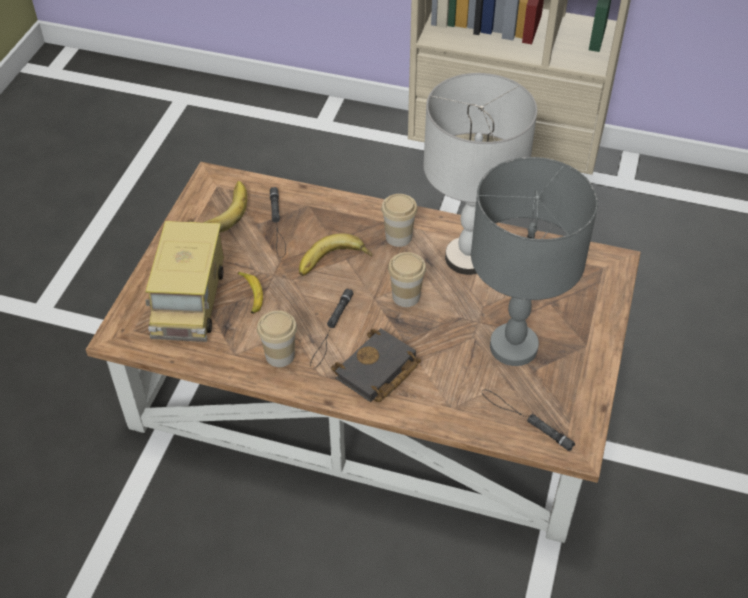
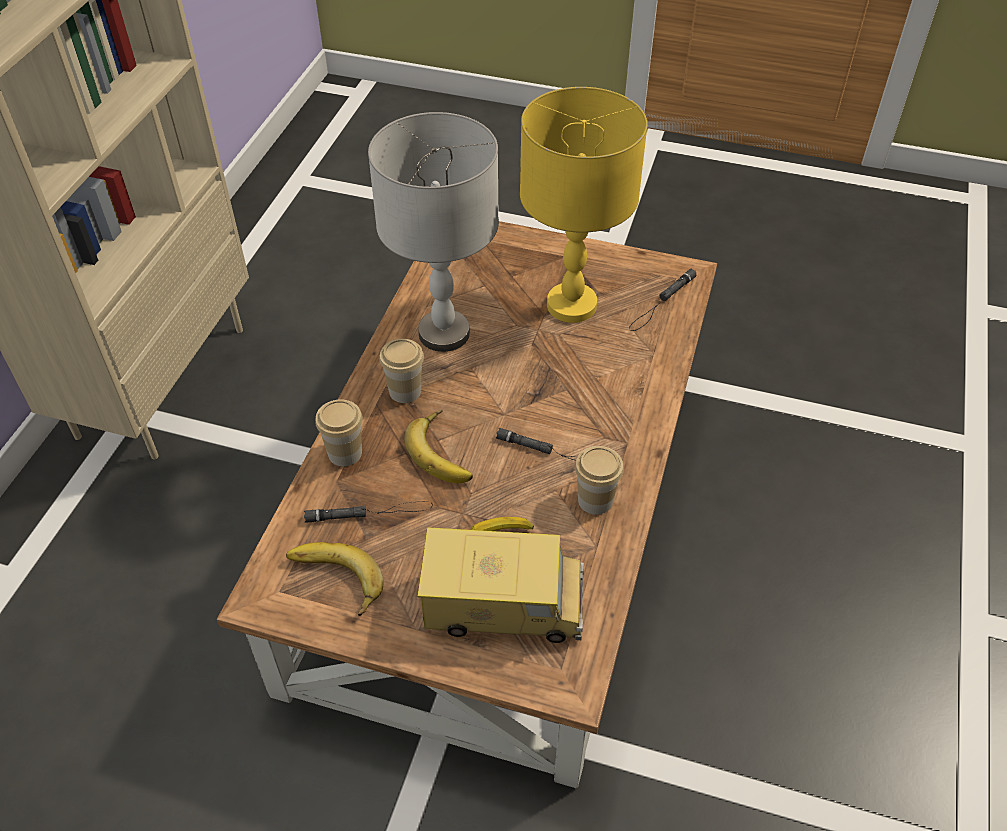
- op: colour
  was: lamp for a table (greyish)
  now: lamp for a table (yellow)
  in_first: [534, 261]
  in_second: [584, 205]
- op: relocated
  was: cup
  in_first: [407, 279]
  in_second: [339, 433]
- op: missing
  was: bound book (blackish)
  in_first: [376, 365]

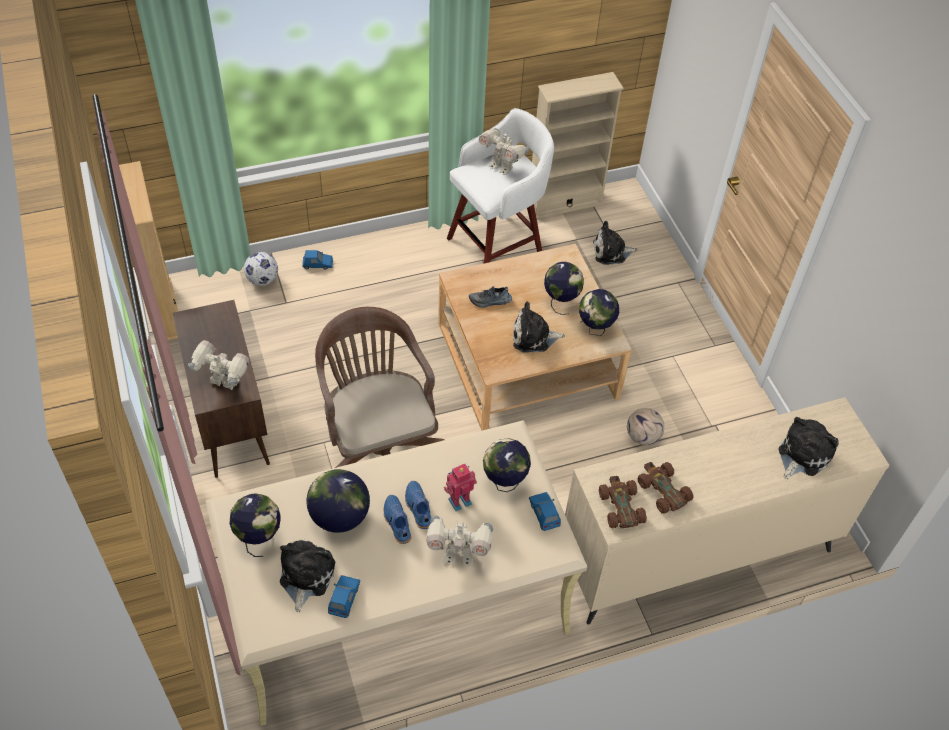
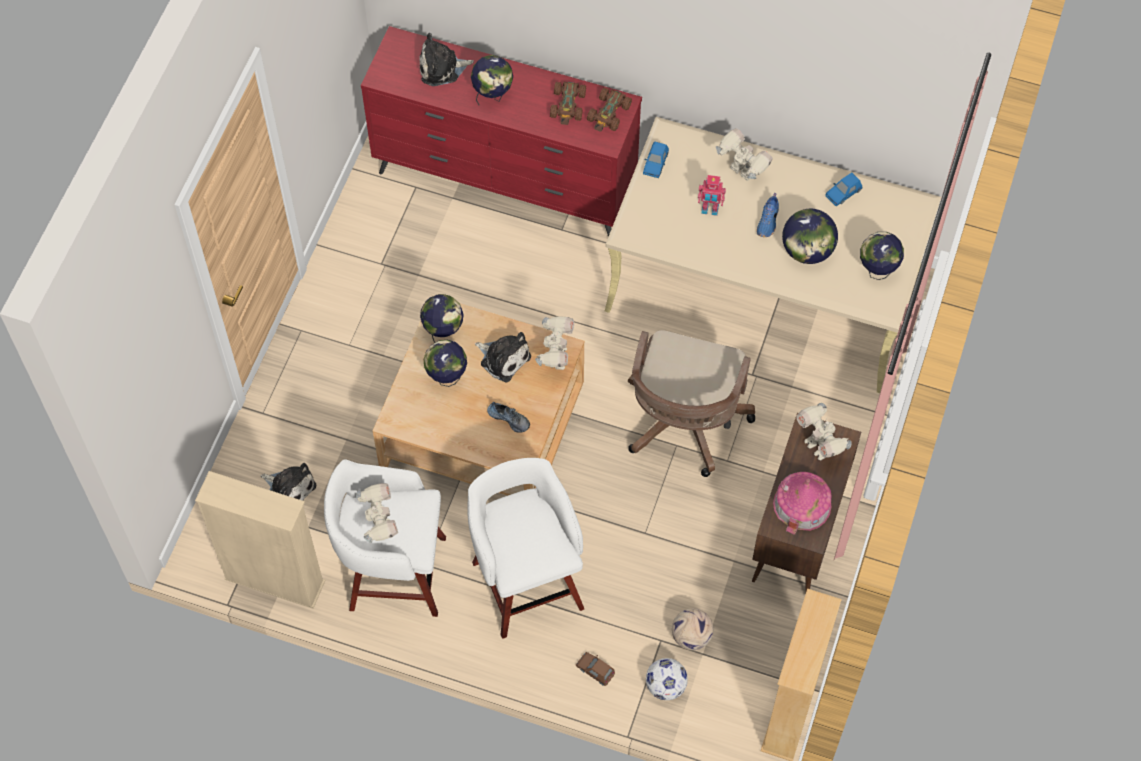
- op: colour
  was: miniature car (blue-coloured)
  now: miniature car (brownish)
  in_first: [317, 259]
  in_second: [595, 669]
- op: colour
  was: dresser (beige)
  now: dresser (red)
  in_first: [727, 511]
  in_second: [501, 131]
- op: relocated
  was: ball for football
  in_first: [645, 426]
  in_second: [692, 629]
- op: relocated
  was: desk globe
  in_first: [507, 465]
  in_second: [492, 80]
- op: missing
  was: low shoe (blue-coloured)
  in_first: [418, 505]
- op: missing
  was: plush toy
  in_first: [307, 576]
- op: appeared
  now: robot figure
  in_second: [554, 343]
- op: appeared
  now: stool seat (white)
  in_second: [525, 548]
- op: appeared
  now: model house
  in_second: [802, 503]

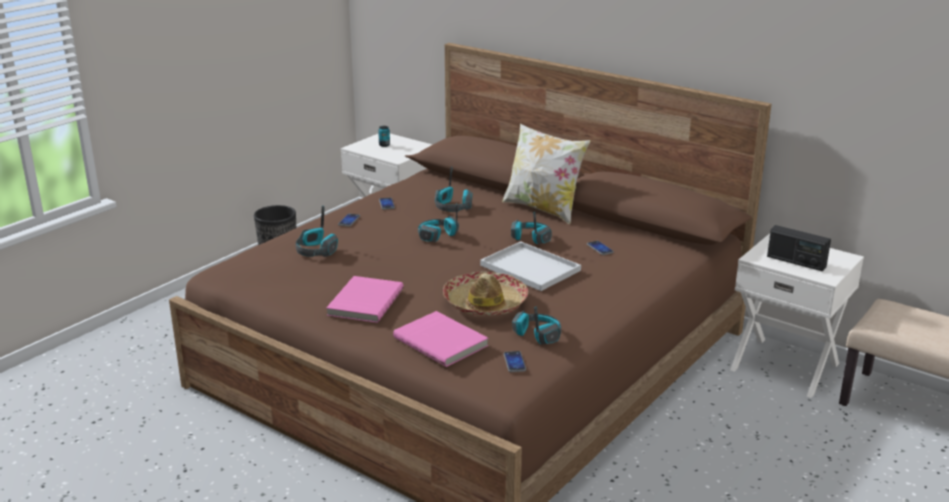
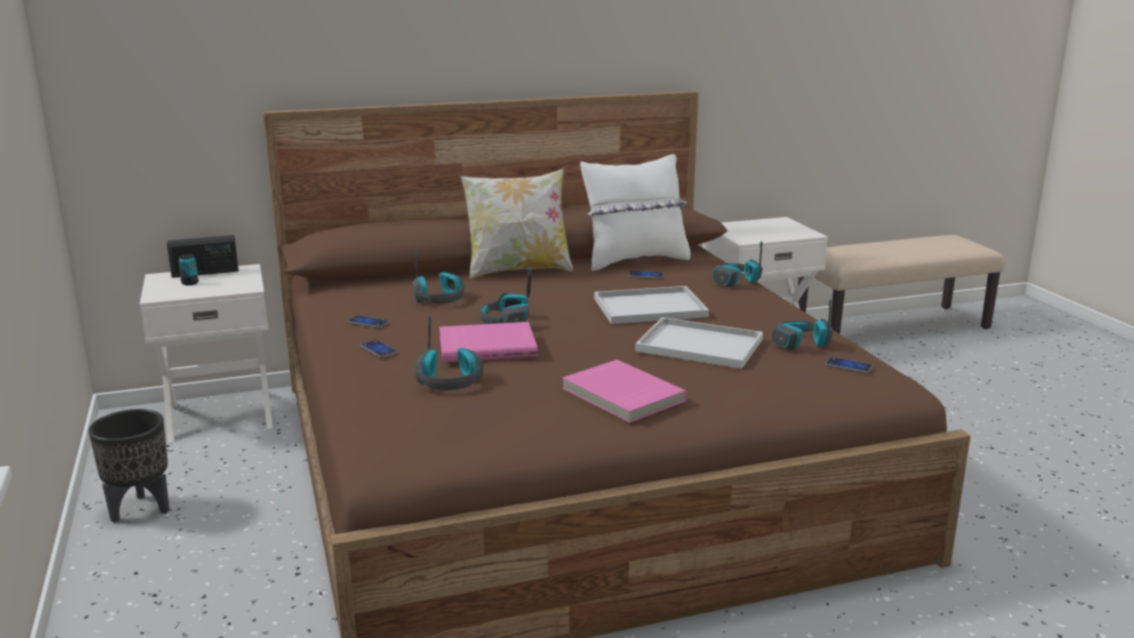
- op: relocated
  was: headphones
  in_first: [531, 228]
  in_second: [737, 264]
- op: relocated
  was: radio set
  in_first: [799, 248]
  in_second: [203, 256]
- op: exchanged
  was: clothing hat
  now: serving tray (white)
  in_first: [485, 293]
  in_second: [699, 343]
- op: relocated
  was: bound book (pink)
  in_first: [440, 339]
  in_second: [488, 342]
- op: appeared
  now: throw pillow (white)
  in_second: [635, 212]

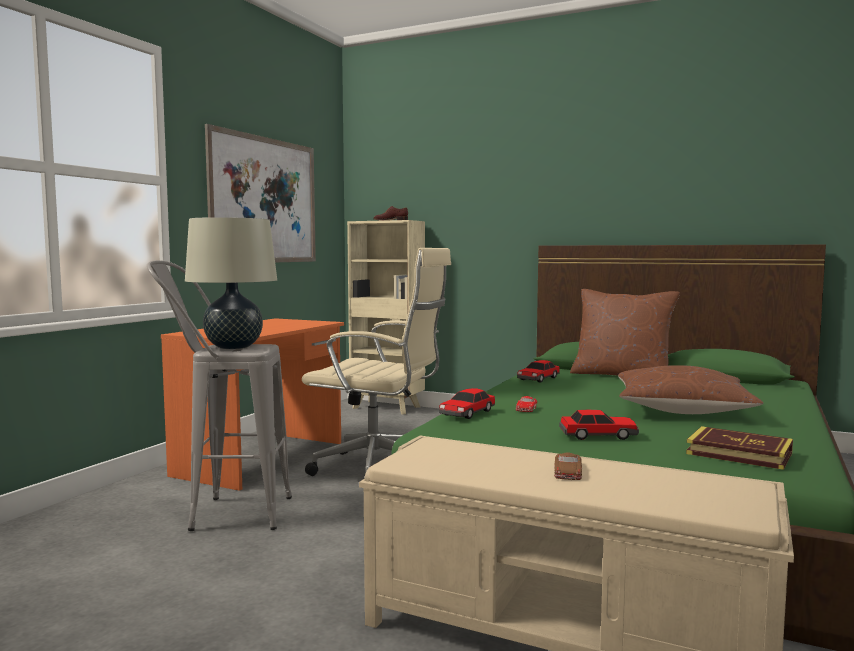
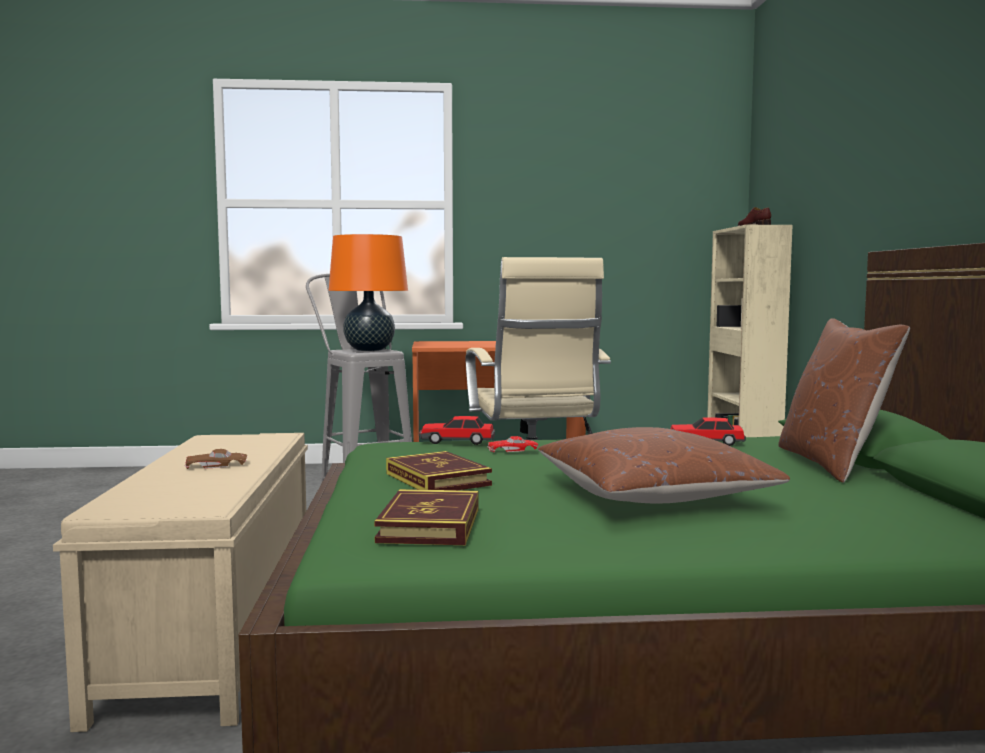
- op: missing
  was: wall art
  in_first: [260, 193]
- op: colour
  was: lamp for a table (beige)
  now: lamp for a table (orangey)
  in_first: [231, 283]
  in_second: [368, 292]
- op: exchanged
  was: miniature car
  now: bound book
  in_first: [599, 425]
  in_second: [439, 470]

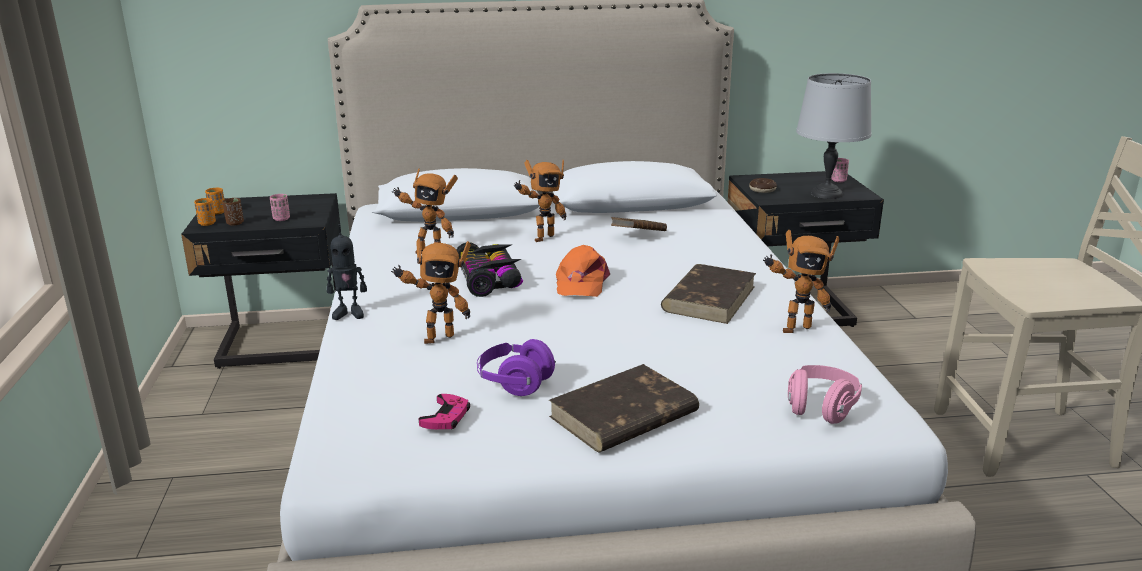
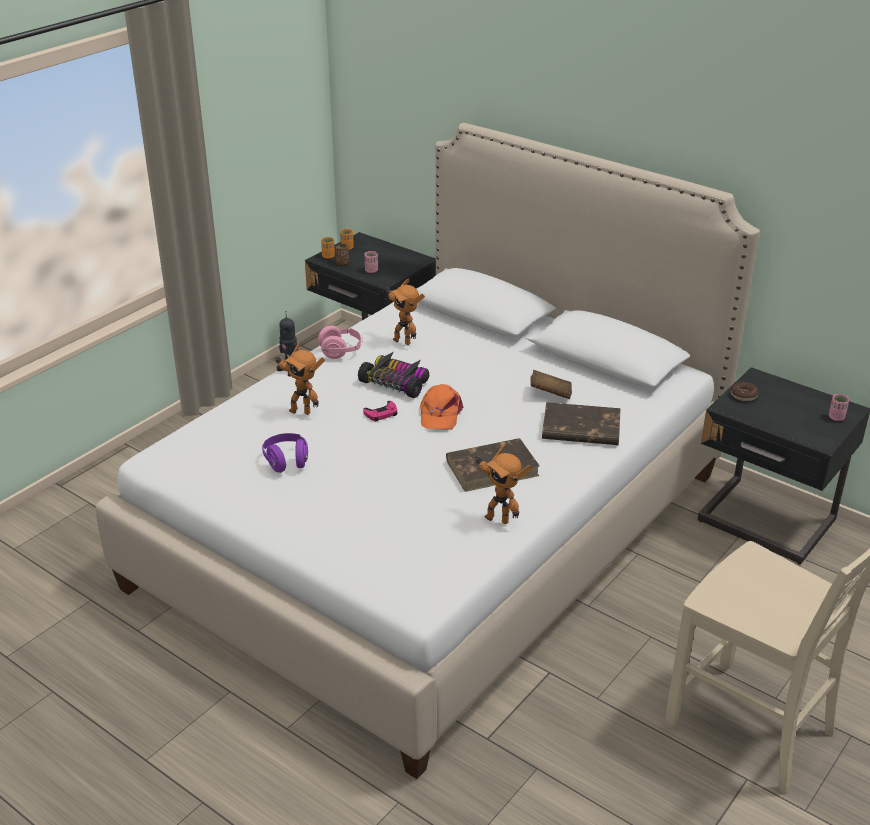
- op: missing
  was: lamp for a table (greyish)
  in_first: [834, 136]
- op: missing
  was: robot figure
  in_first: [540, 201]
- op: spun
  was: miniature car
  in_first: [490, 269]
  in_second: [393, 375]
  clockwise: -90
- op: spun
  was: peaked cap (orangey)
  in_first: [583, 271]
  in_second: [441, 407]
  clockwise: -45
- op: relocated
  was: bound book (brownish)
  in_first: [624, 408]
  in_second: [581, 423]
- op: relocated
  was: headphones (pink)
  in_first: [825, 394]
  in_second: [340, 342]
- op: relocated
  was: game controller (pink)
  in_first: [444, 411]
  in_second: [380, 411]

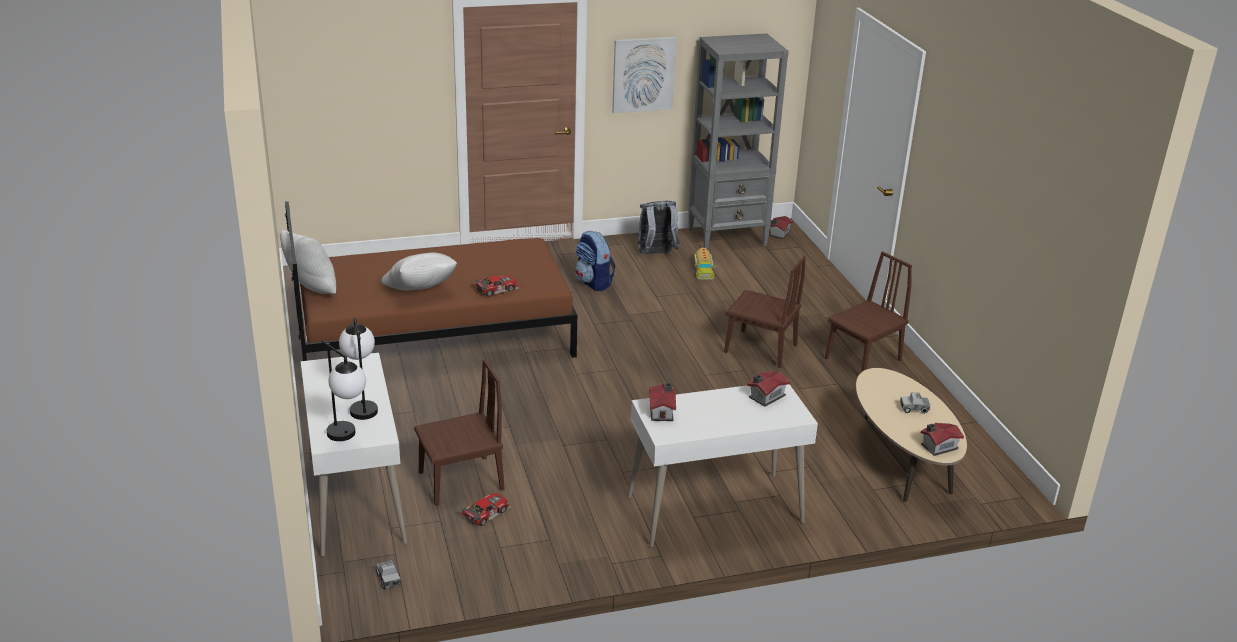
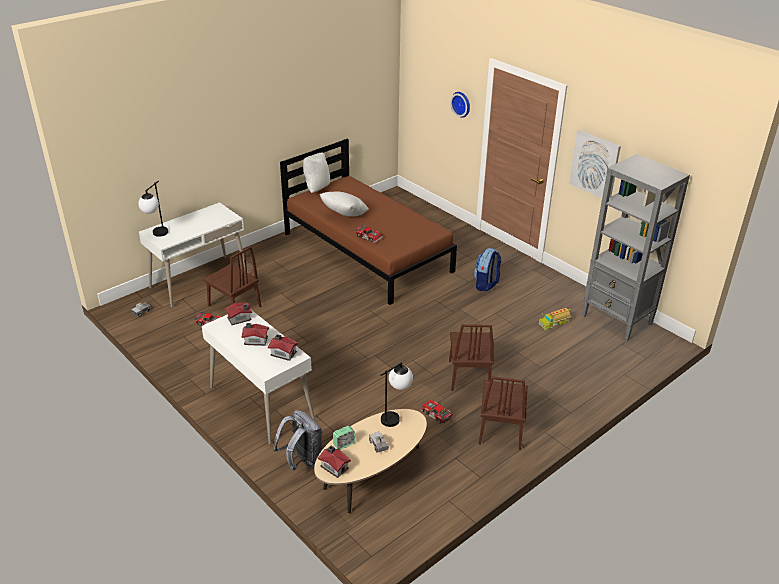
- op: relocated
  was: rucksack (greyish)
  in_first: [658, 227]
  in_second: [298, 440]
- op: relocated
  was: model house
  in_first: [781, 227]
  in_second: [255, 334]
- op: spun
  was: chair (brownish)
  in_first: [868, 311]
  in_second: [503, 413]
  clockwise: 75
- op: relocated
  was: lamp for a table
  in_first: [358, 369]
  in_second: [396, 394]
- op: appeared
  now: wall clock
  in_second: [460, 105]
- op: appeared
  now: miniature car
  in_second: [437, 412]
- op: appeared
  now: table clock
  in_second: [344, 438]

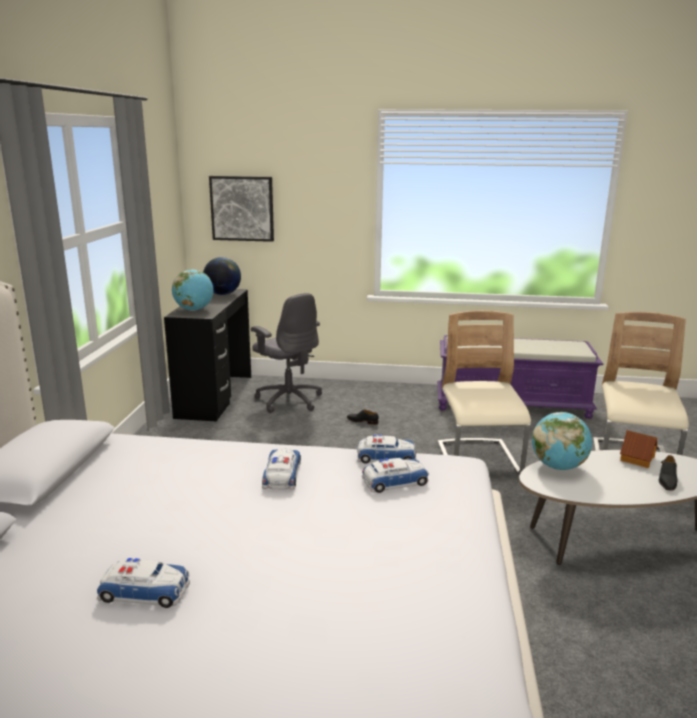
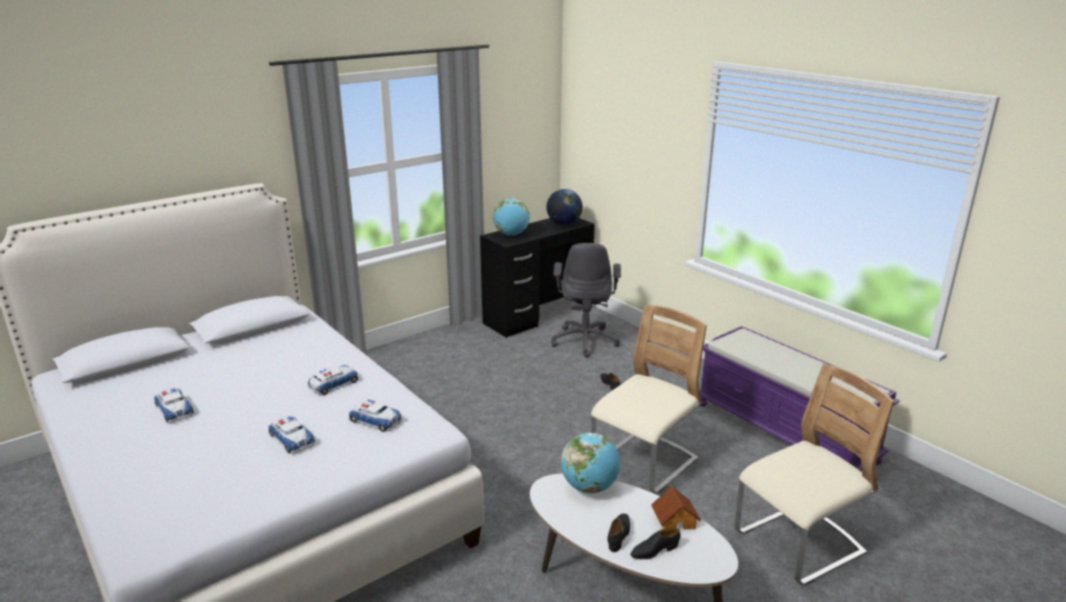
- op: missing
  was: wall art
  in_first: [241, 209]
- op: relocated
  was: miniature car
  in_first: [387, 449]
  in_second: [292, 435]
- op: appeared
  now: low shoe (blackish)
  in_second: [618, 533]

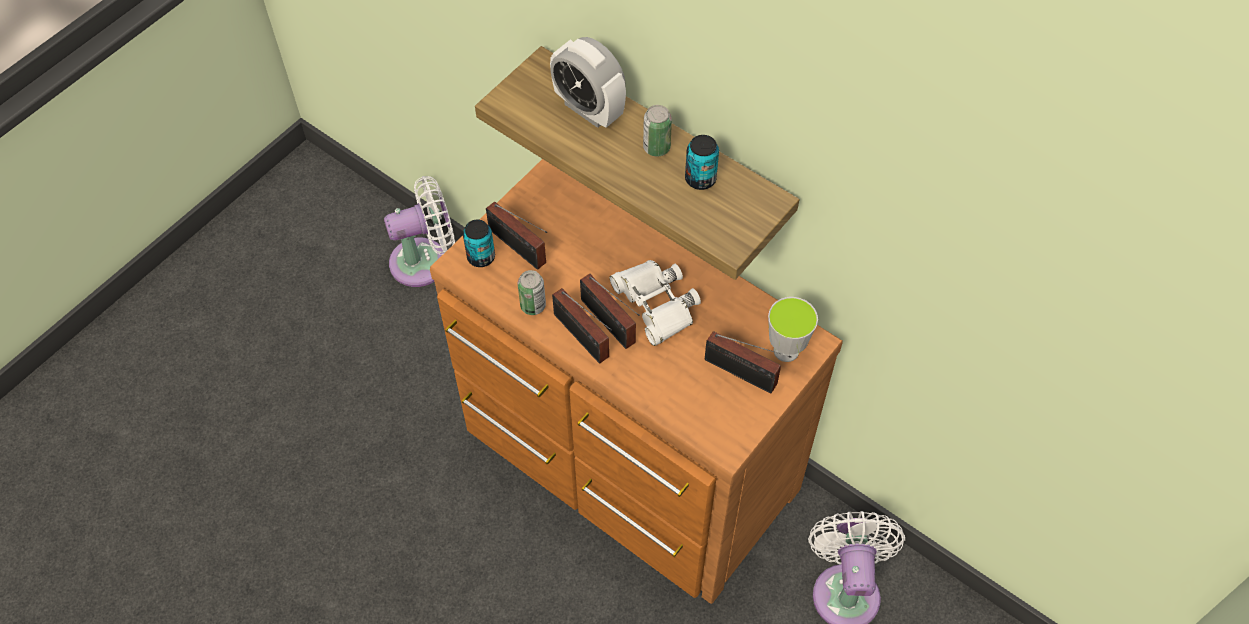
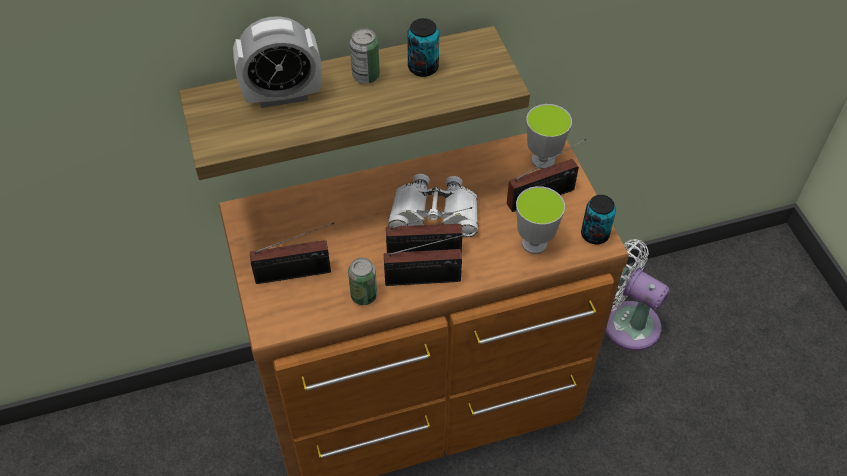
- op: missing
  was: fan (white)
  in_first: [419, 231]
- op: relocated
  was: can
  in_first: [479, 243]
  in_second: [598, 219]
- op: appeared
  now: cup
  in_second: [540, 220]

